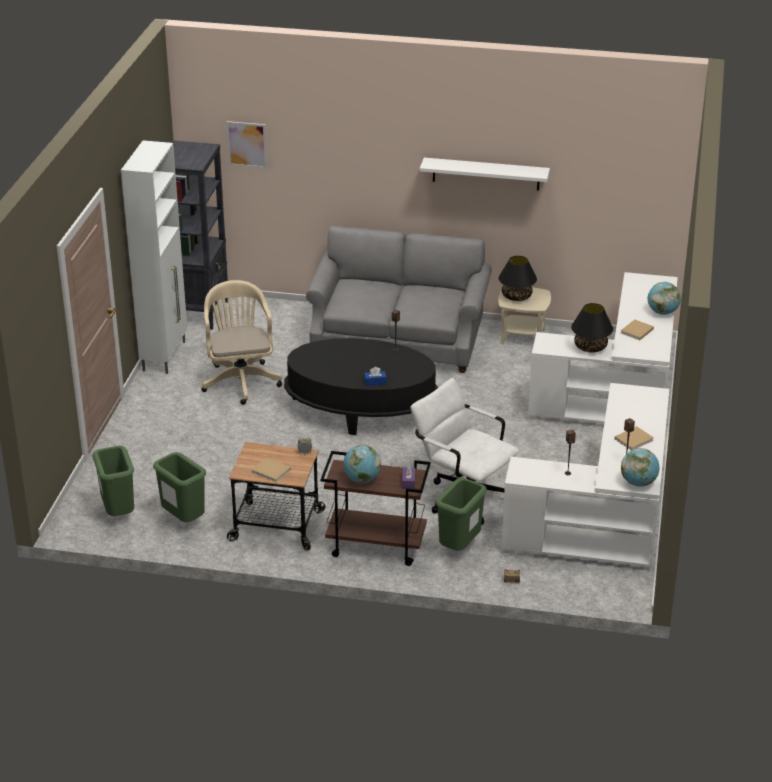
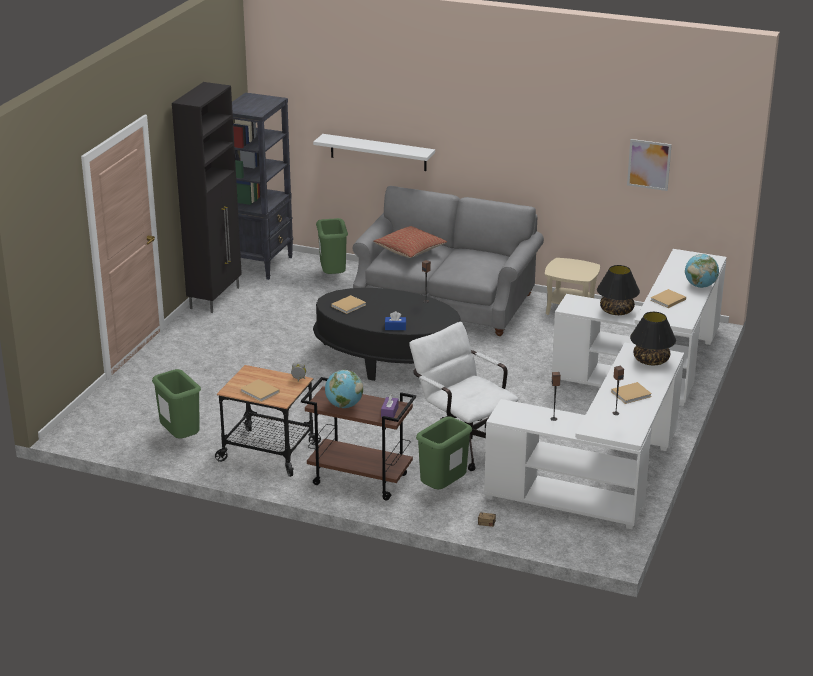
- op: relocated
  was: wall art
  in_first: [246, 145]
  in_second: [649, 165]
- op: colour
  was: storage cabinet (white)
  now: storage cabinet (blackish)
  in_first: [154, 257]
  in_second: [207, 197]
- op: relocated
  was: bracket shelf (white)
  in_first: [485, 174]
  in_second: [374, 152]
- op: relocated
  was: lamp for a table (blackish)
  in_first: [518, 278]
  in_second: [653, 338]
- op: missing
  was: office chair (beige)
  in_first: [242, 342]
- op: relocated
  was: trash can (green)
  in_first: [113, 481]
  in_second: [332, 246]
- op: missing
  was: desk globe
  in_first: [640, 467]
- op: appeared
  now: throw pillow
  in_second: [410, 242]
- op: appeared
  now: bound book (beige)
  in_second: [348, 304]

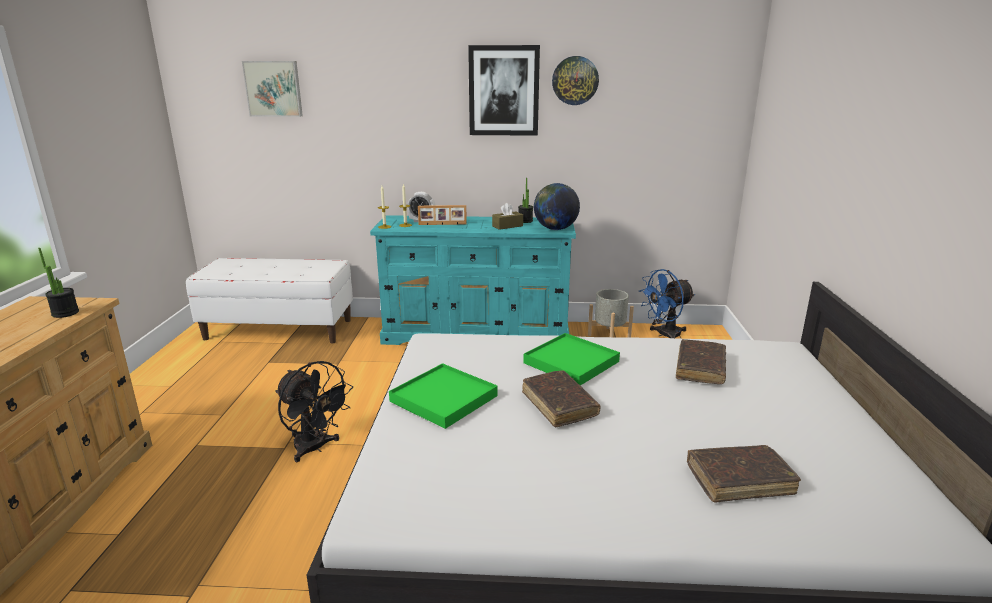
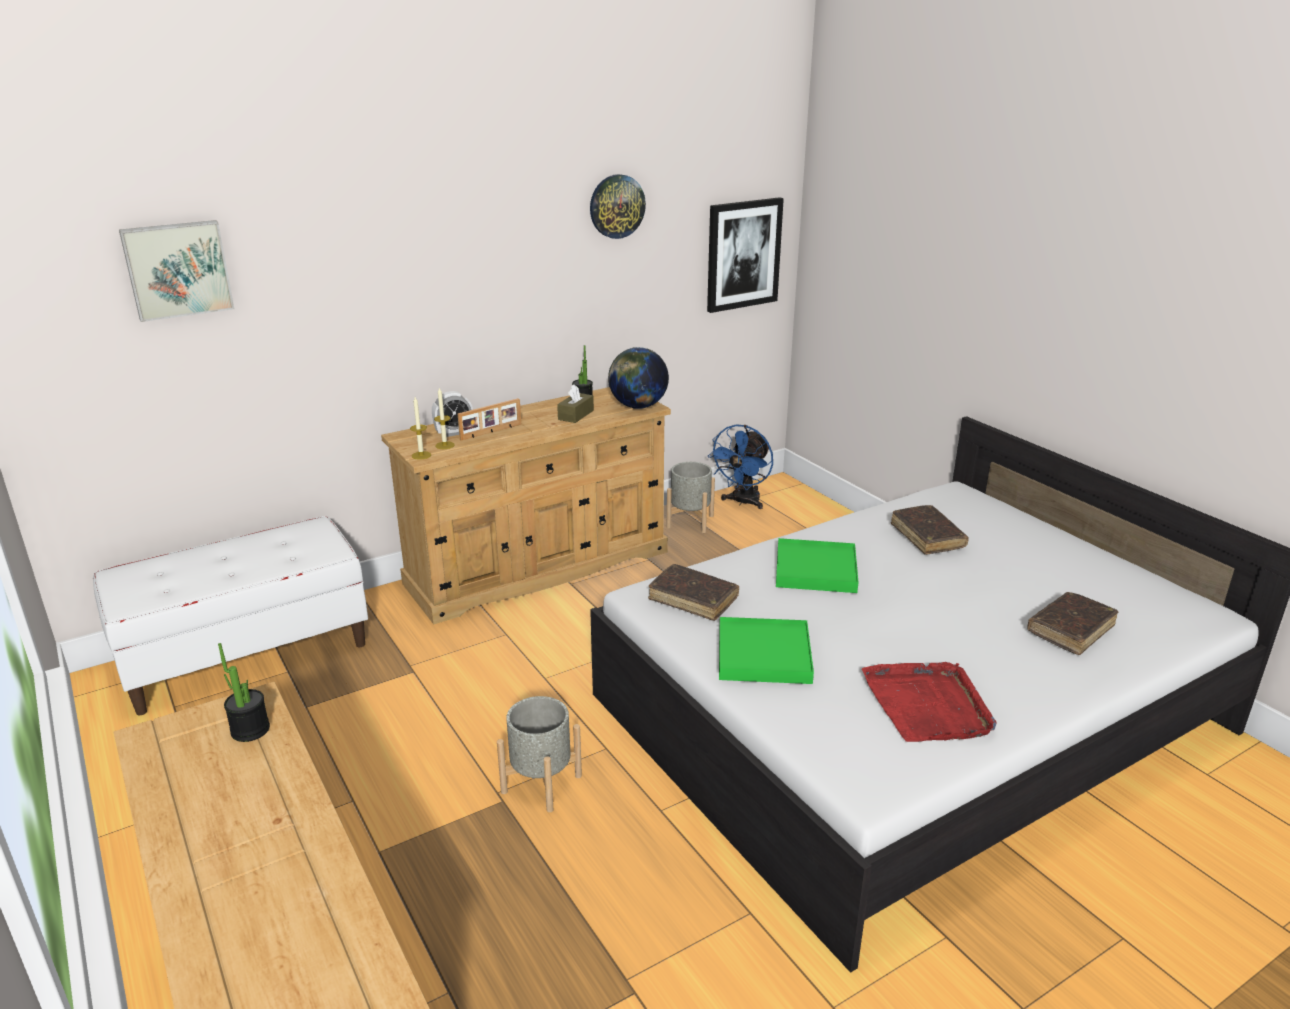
- op: relocated
  was: wall art
  in_first: [504, 90]
  in_second: [745, 255]
- op: colour
  was: dresser (turquoise-coloured)
  now: dresser (beige)
  in_first: [473, 280]
  in_second: [526, 505]
- op: exchanged
  was: fan (blackish)
  now: flower pot (greyish)
  in_first: [314, 411]
  in_second: [539, 754]
- op: relocated
  was: bound book (brownish)
  in_first: [561, 398]
  in_second: [693, 592]
- op: appeared
  now: serving tray (red)
  in_second: [929, 702]

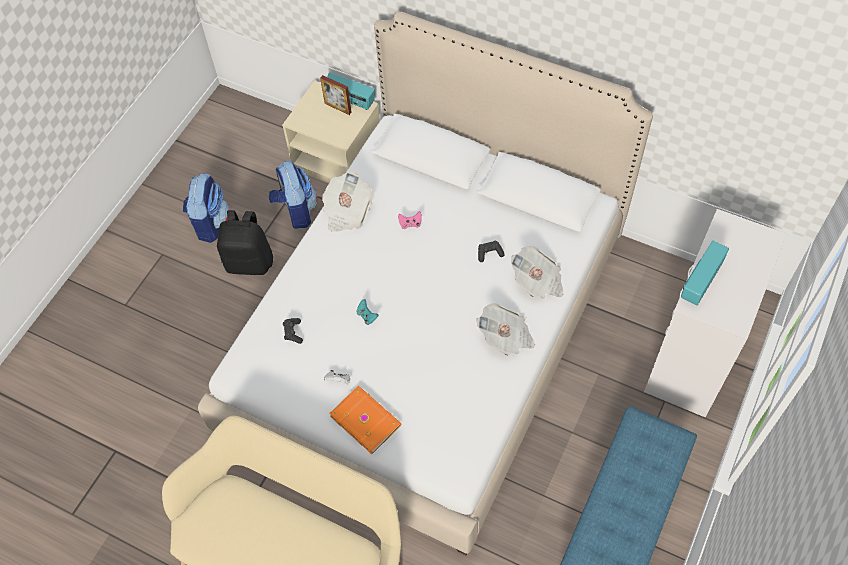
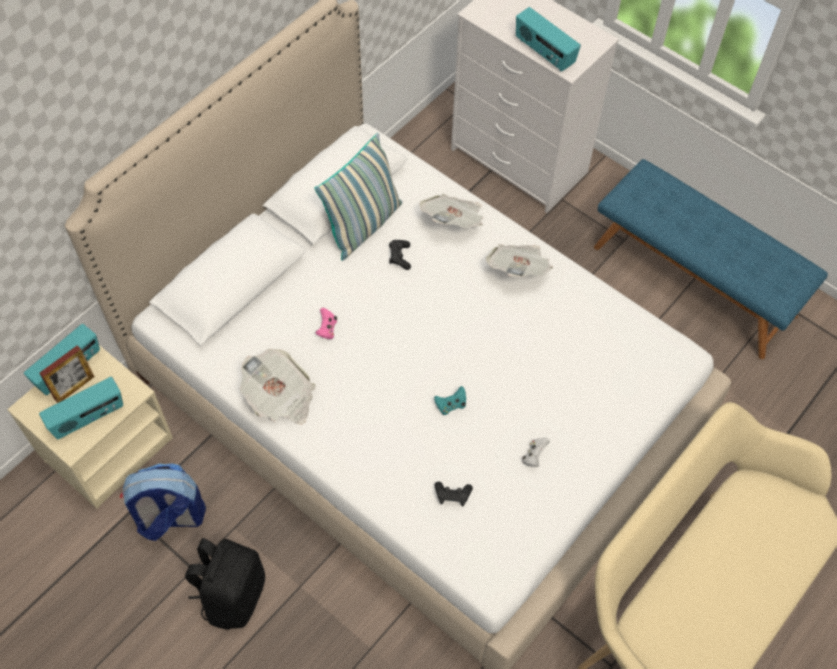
- op: missing
  was: rucksack
  in_first: [206, 208]
- op: missing
  was: bound book (orangey)
  in_first: [365, 420]
- op: appeared
  now: throw pillow
  in_second: [358, 197]
- op: appeared
  now: radio set
  in_second: [81, 408]

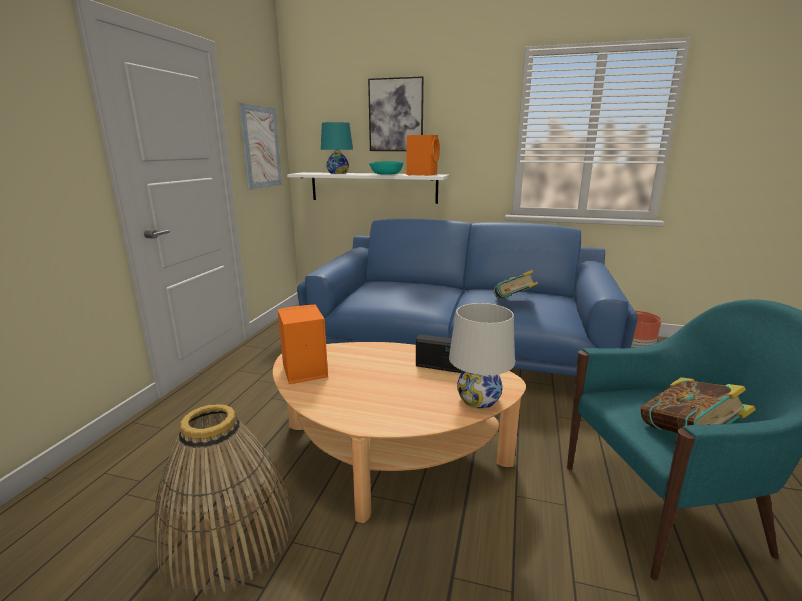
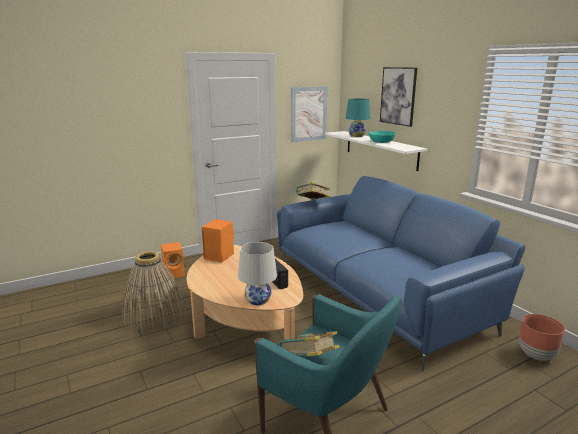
- op: relocated
  was: loudspeaker (orangey)
  in_first: [423, 155]
  in_second: [173, 260]
- op: relocated
  was: bound book
  in_first: [516, 284]
  in_second: [313, 191]

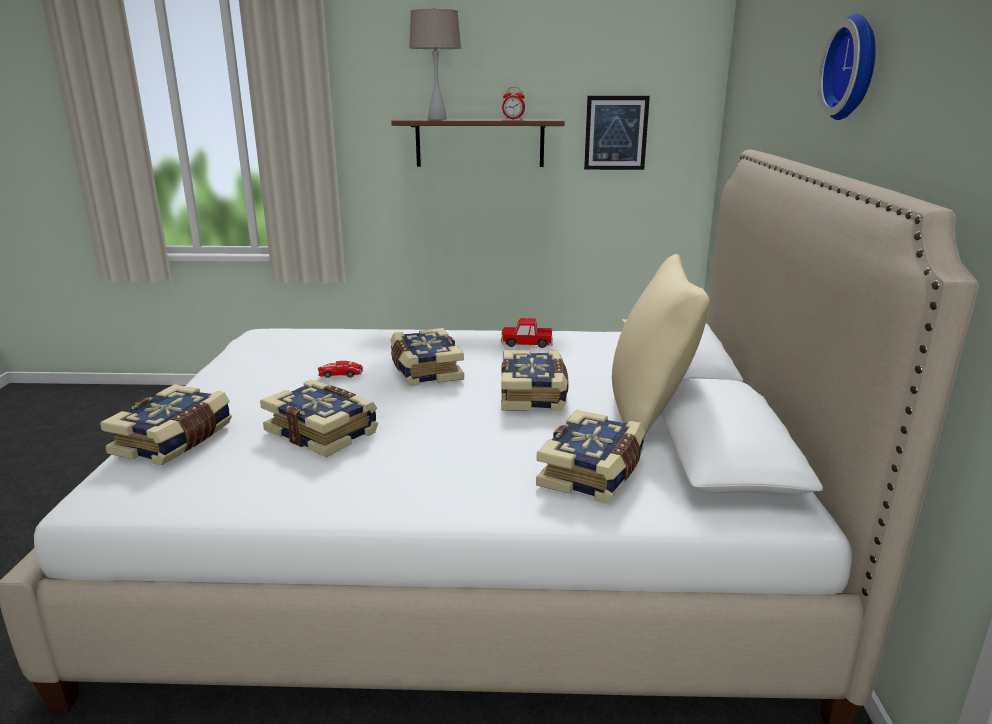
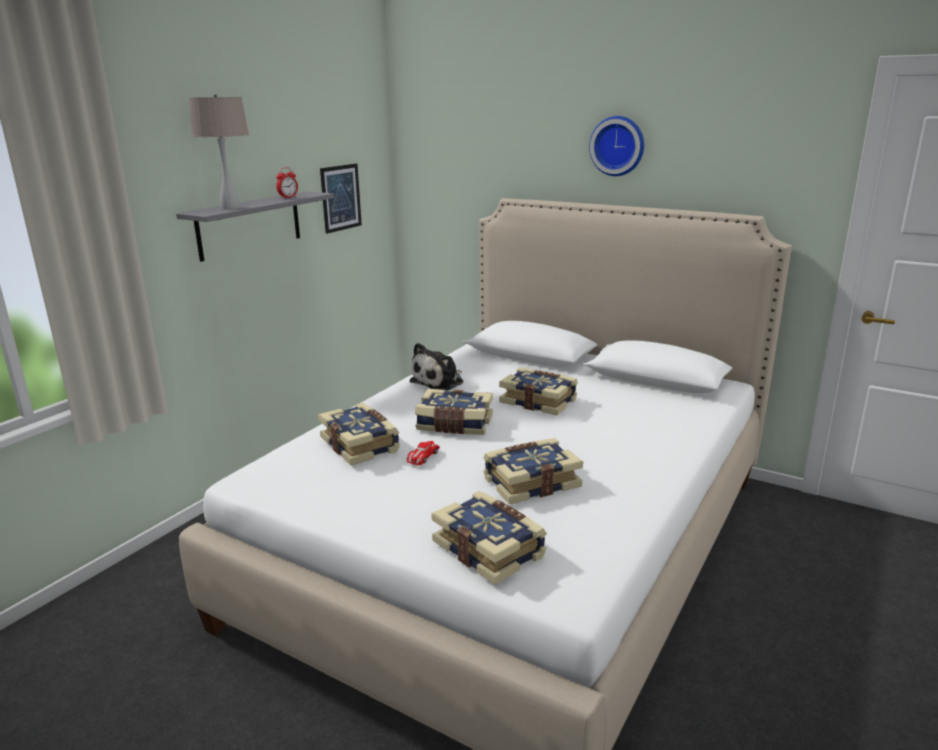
- op: colour
  was: bracket shelf (brownish)
  now: bracket shelf (greyish)
  in_first: [478, 142]
  in_second: [255, 226]
- op: missing
  was: throw pillow (beige)
  in_first: [661, 346]
- op: exchanged
  was: miniature car
  now: plush toy
  in_first: [527, 333]
  in_second: [436, 367]
- op: relocated
  was: bound book
  in_first: [590, 457]
  in_second: [359, 434]

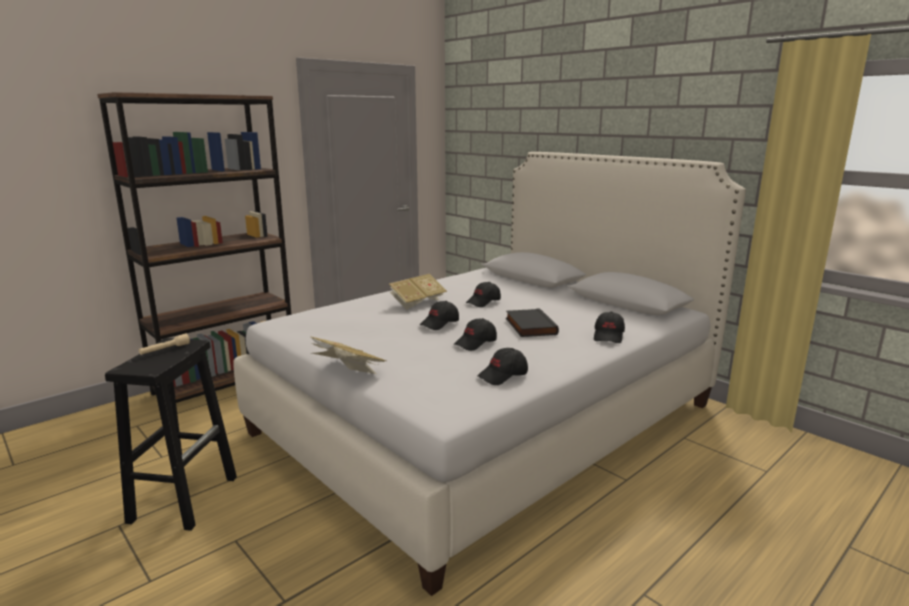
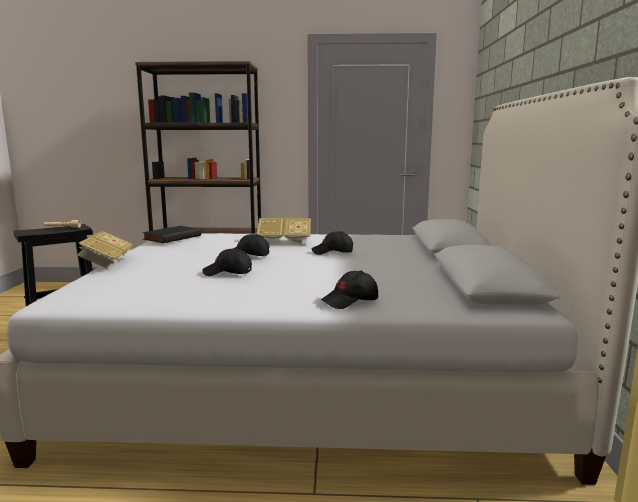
- op: relocated
  was: bound book (blackish)
  in_first: [532, 322]
  in_second: [171, 234]
- op: missing
  was: peaked cap (blackish)
  in_first: [502, 366]

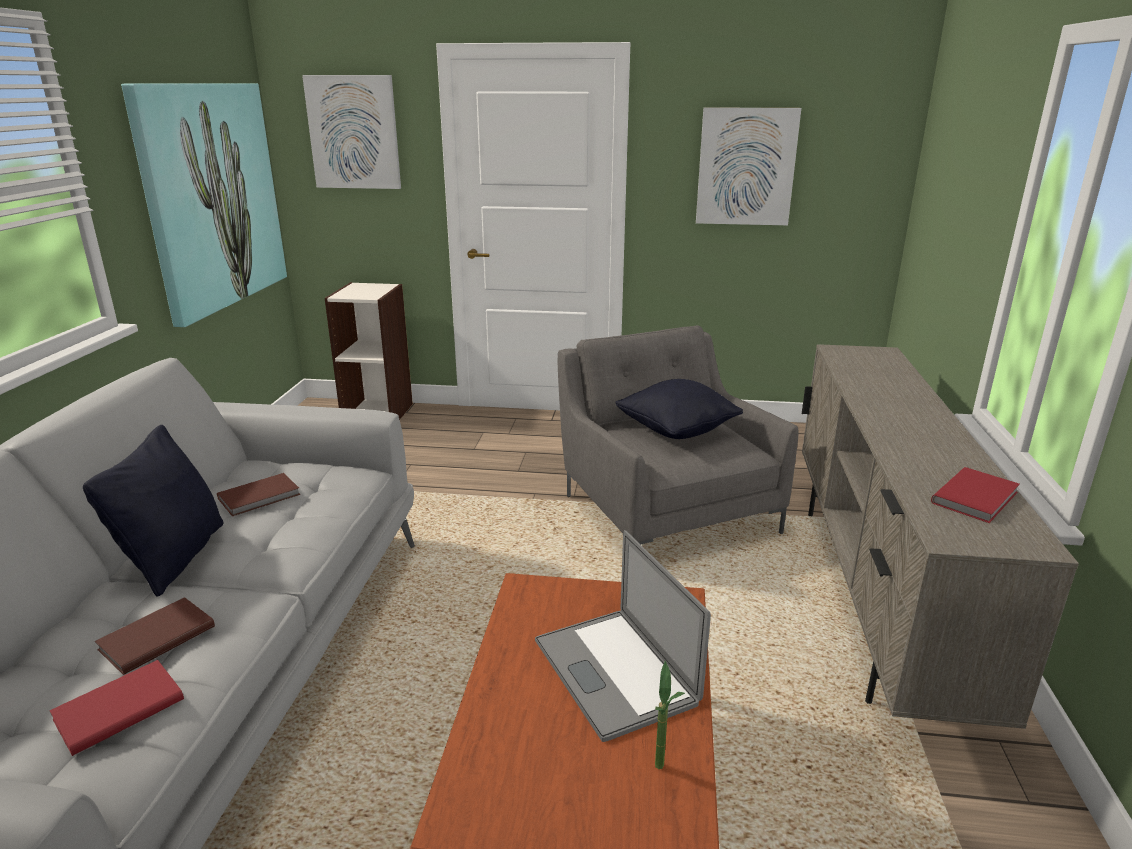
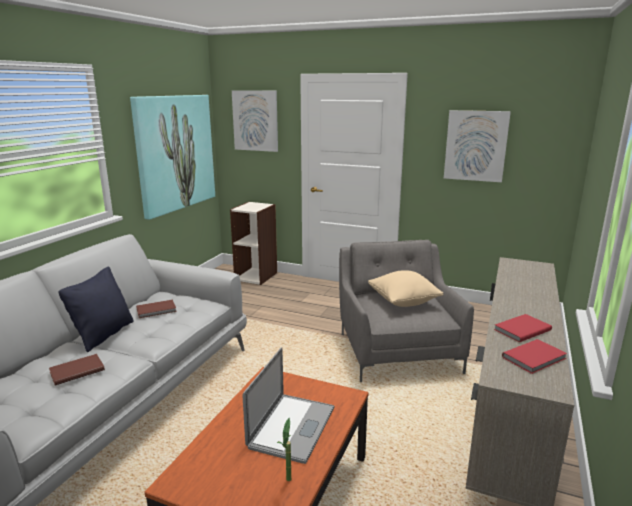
- op: colour
  was: throw pillow (blackish)
  now: throw pillow (beige)
  in_first: [679, 409]
  in_second: [405, 288]
- op: spun
  was: portable computer
  in_first: [623, 636]
  in_second: [289, 405]
  clockwise: -150
- op: relocated
  was: bound book (red)
  in_first: [116, 708]
  in_second: [523, 328]

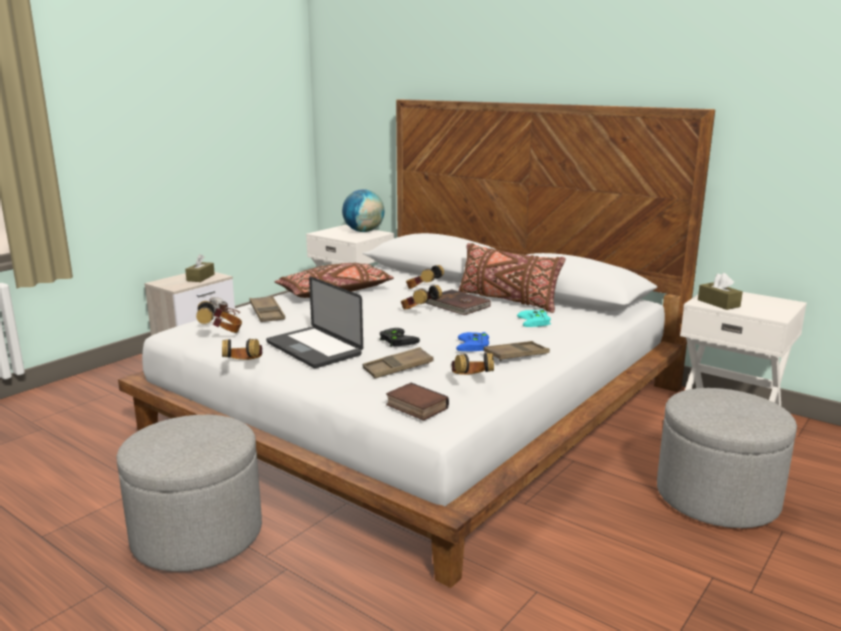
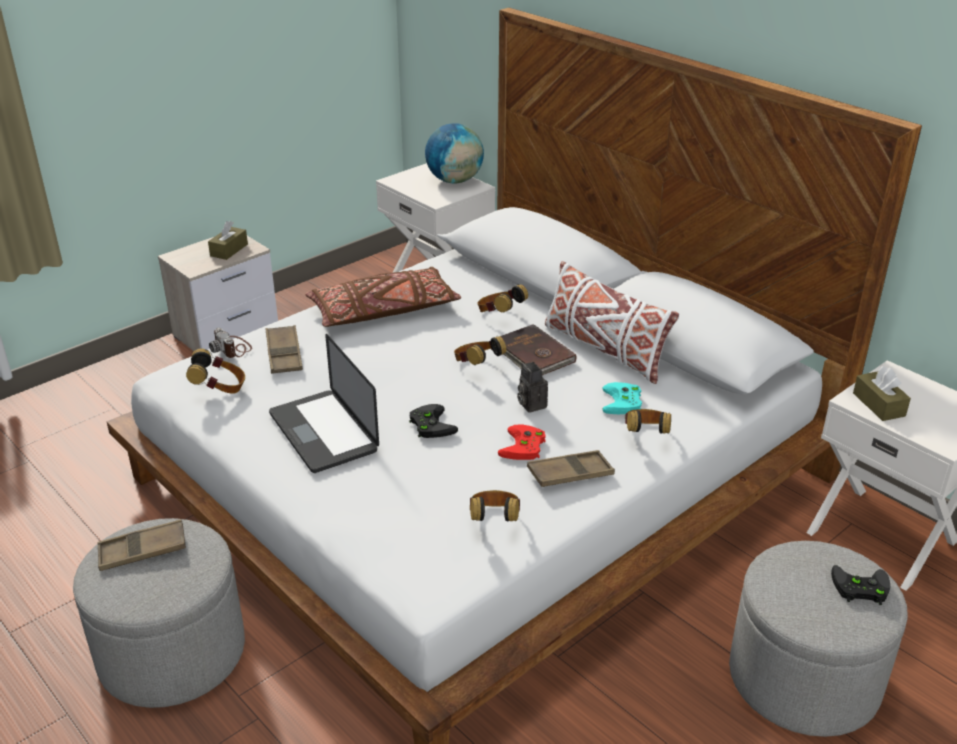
- op: colour
  was: throw pillow (brownish)
  now: throw pillow (white)
  in_first: [512, 278]
  in_second: [612, 322]
- op: colour
  was: game controller (blue-coloured)
  now: game controller (red)
  in_first: [472, 342]
  in_second: [522, 442]
- op: relocated
  was: headphones
  in_first: [242, 349]
  in_second: [648, 421]
- op: relocated
  was: serving tray (brownish)
  in_first: [398, 362]
  in_second: [141, 545]
- op: missing
  was: bound book
  in_first: [417, 402]
- op: appeared
  now: still camera
  in_second: [532, 387]
- op: appeared
  now: game controller (blackish)
  in_second: [860, 585]

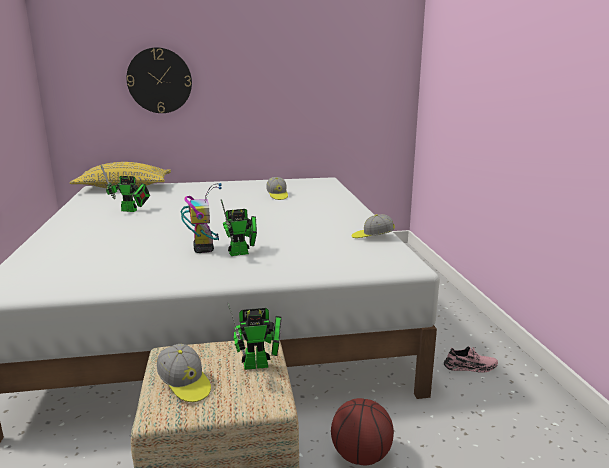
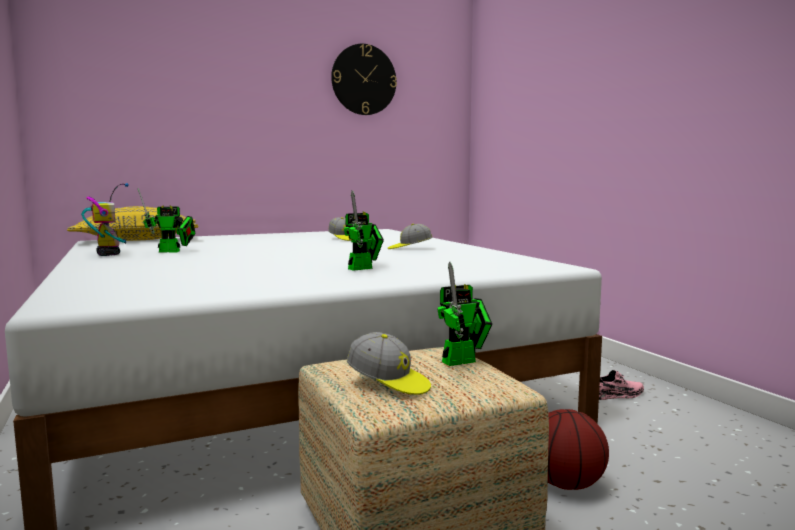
- op: relocated
  was: wall clock
  in_first: [159, 80]
  in_second: [364, 79]
- op: relocated
  was: robot figure
  in_first: [201, 218]
  in_second: [105, 219]
- op: relocated
  was: peaked cap
  in_first: [373, 226]
  in_second: [410, 236]

